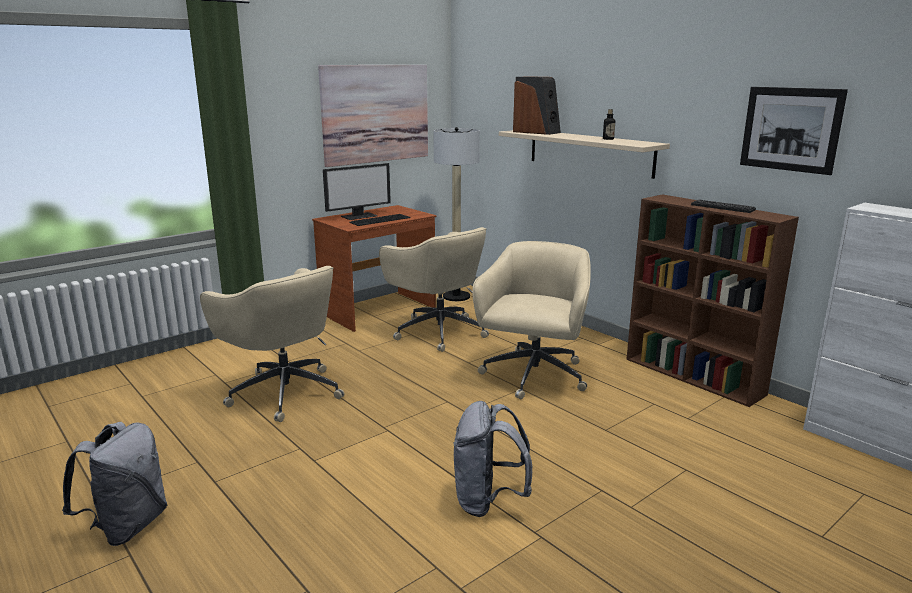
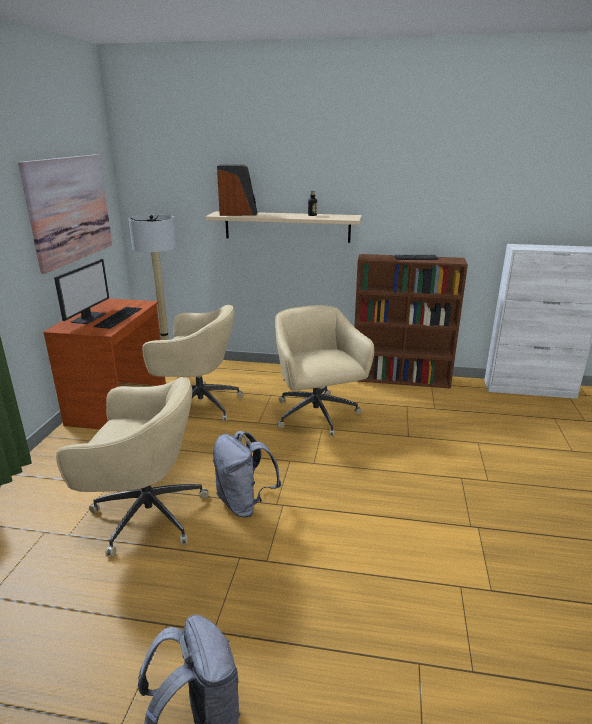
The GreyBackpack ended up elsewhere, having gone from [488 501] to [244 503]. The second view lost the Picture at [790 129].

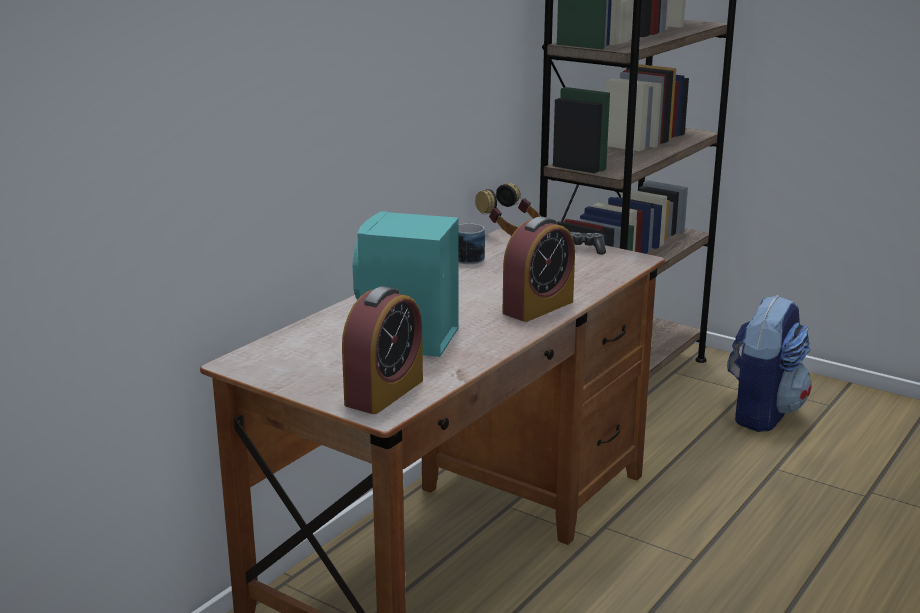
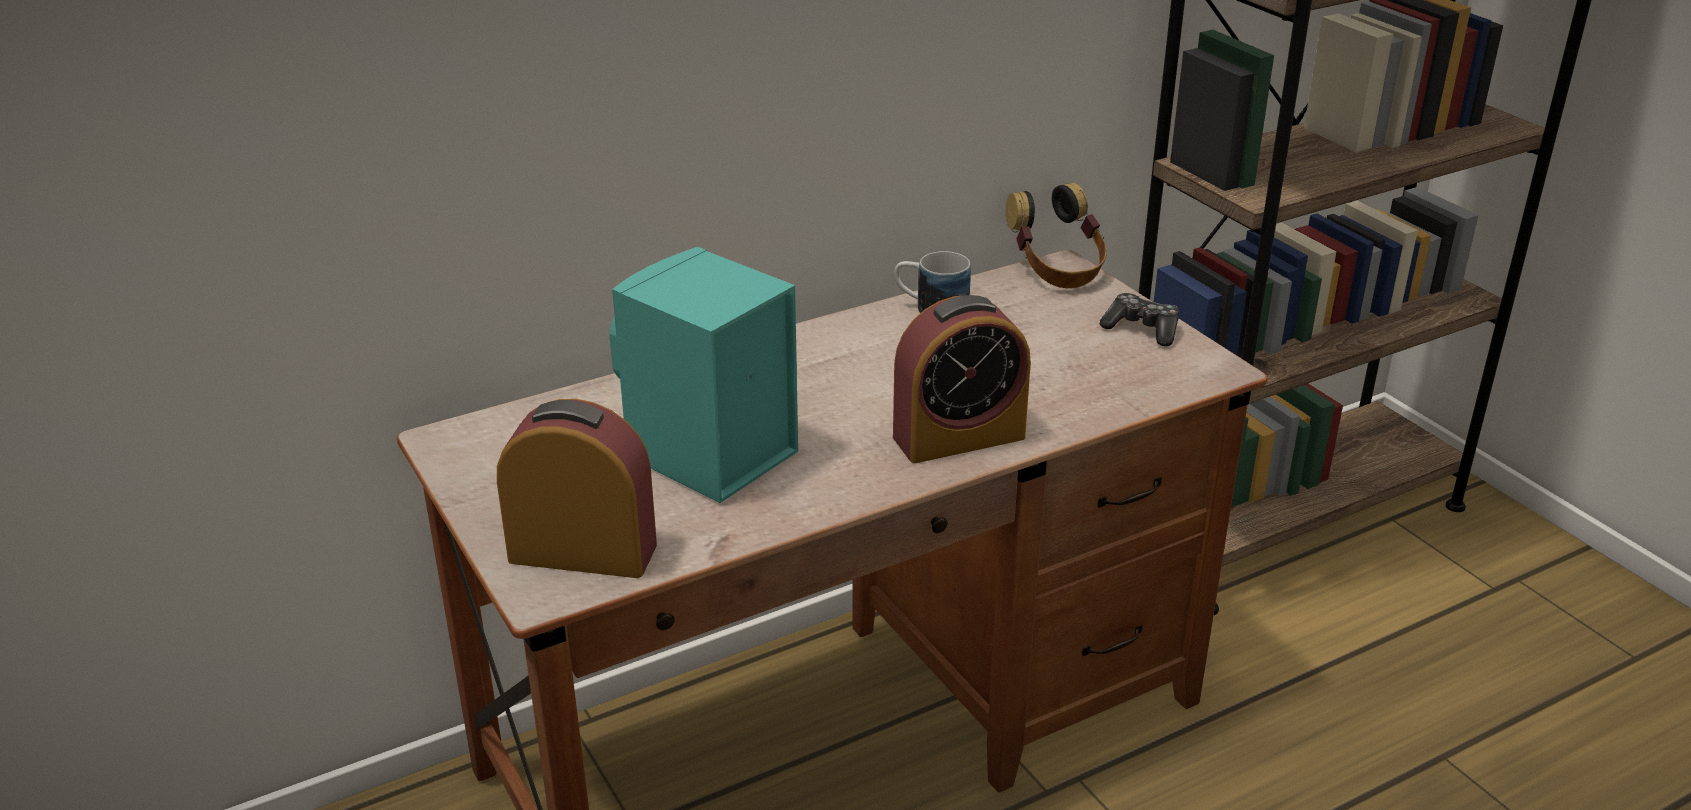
The AlarmClock at [384 392] ended up facing another way, 135 degrees counterclockwise from before. The second view lost the Backpack at [762 413].

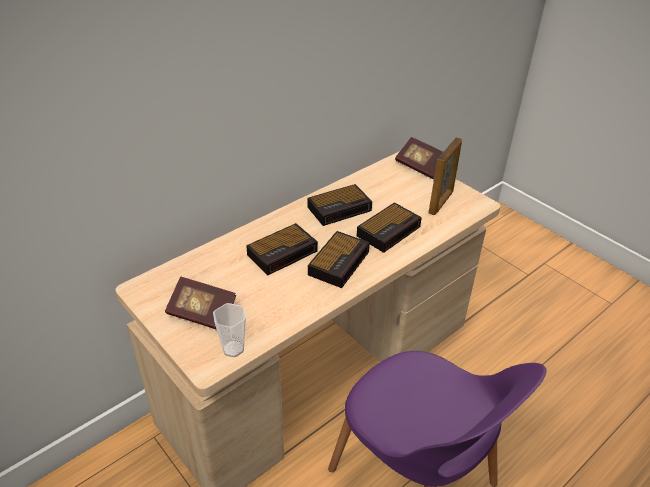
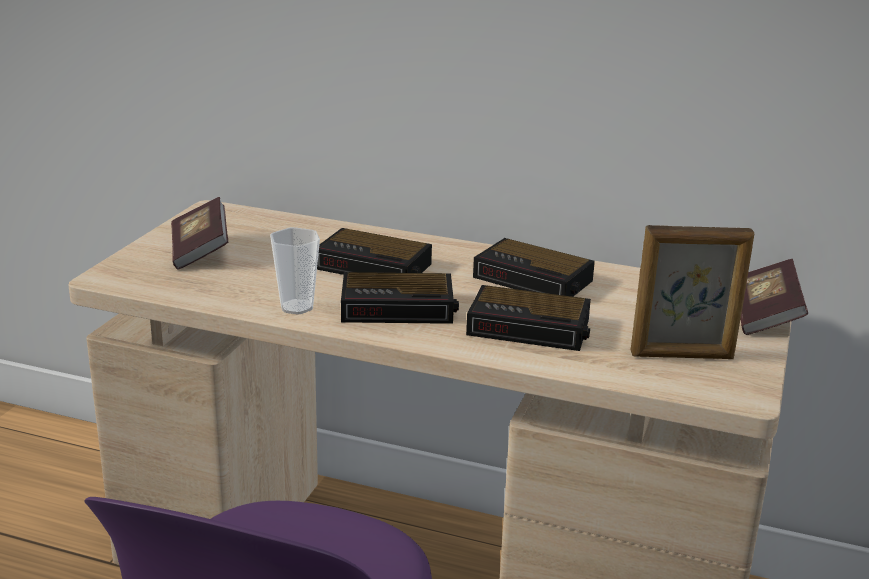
The Cup ended up elsewhere, having gone from [233 349] to [296 307].

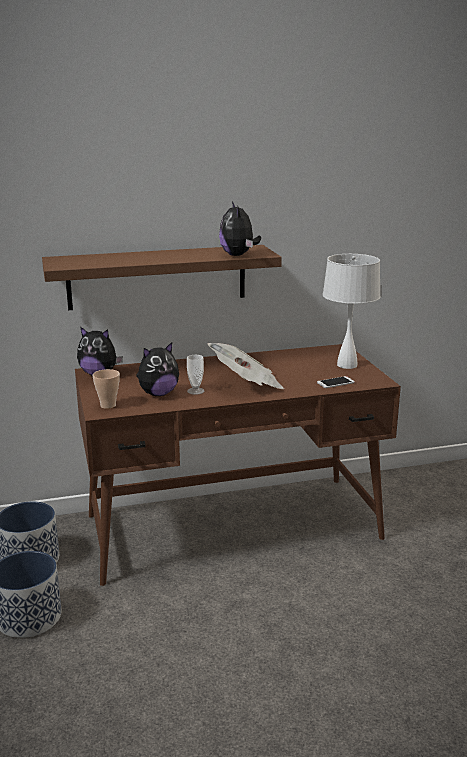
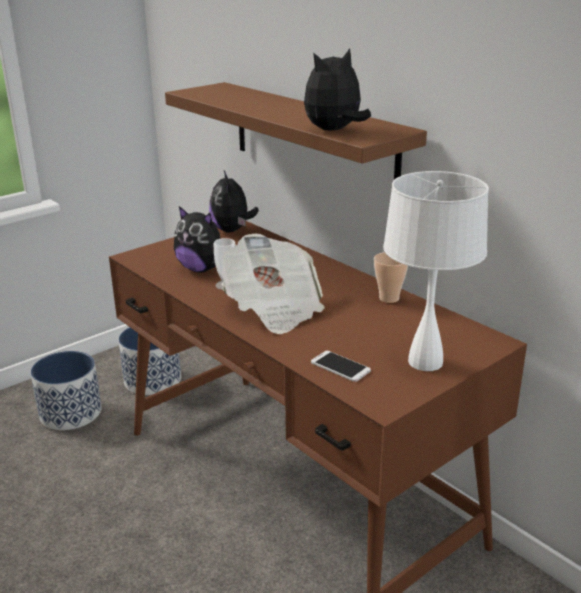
The Cup ended up elsewhere, having gone from [108 405] to [389 298].

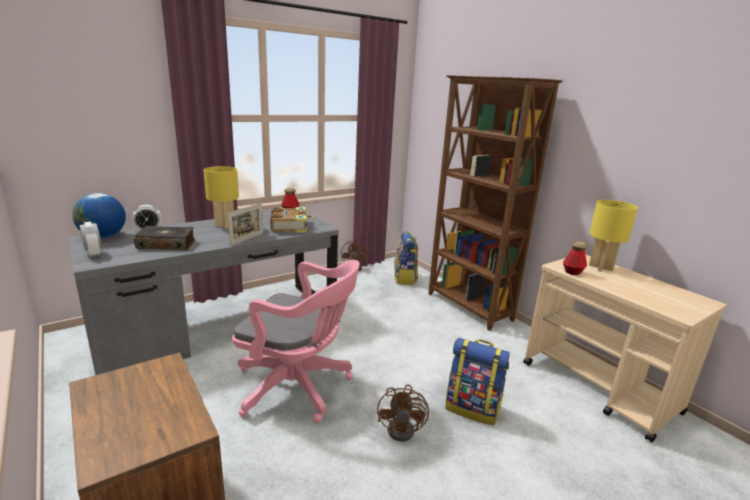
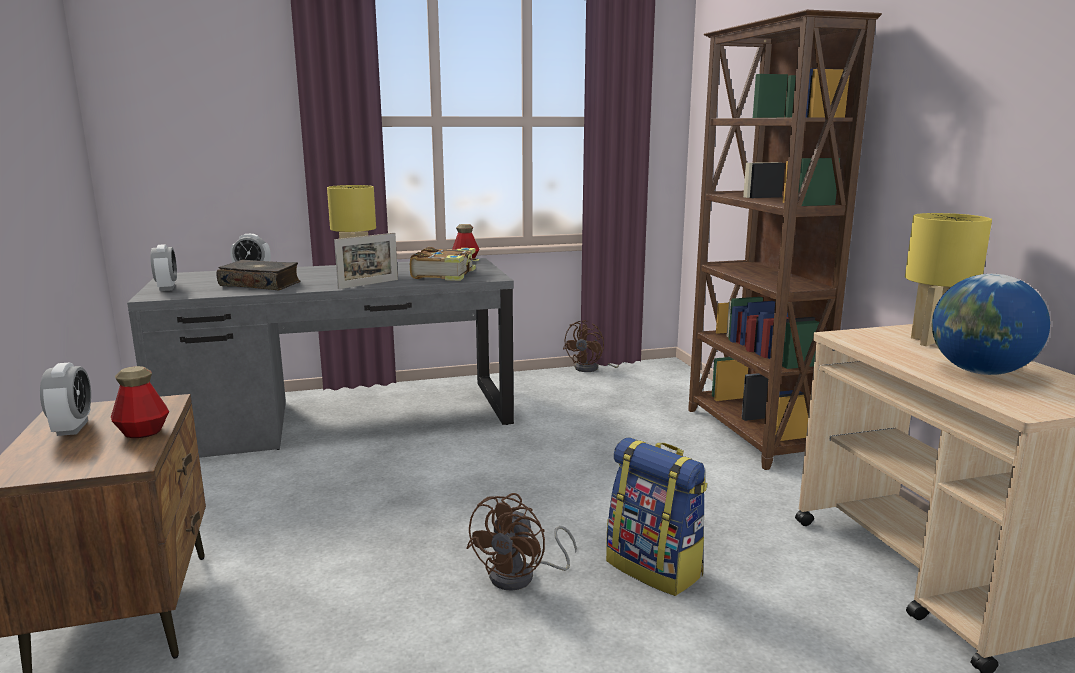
The Globe ended up elsewhere, having gone from [103 237] to [980 372]. The second view lost the PinkOfficeChair at [298 387]. The second view lost the Backpack at [405 278]. The Bottle ended up elsewhere, having gone from [573 272] to [143 432]. The second view gained the AlarmClock at [72 428].

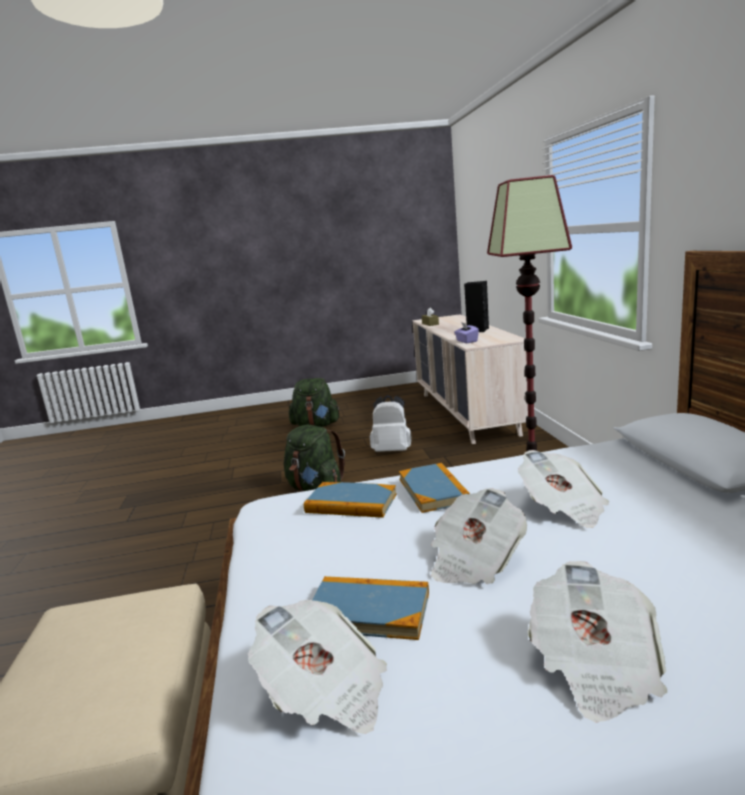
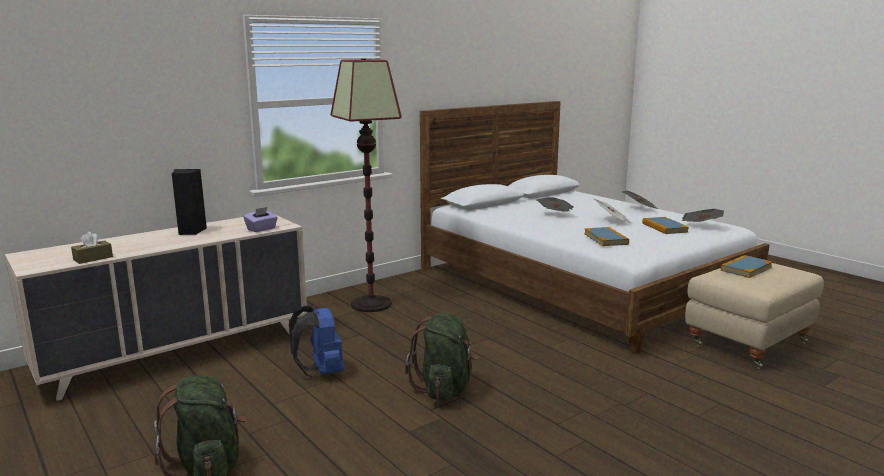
What was the WhiteBackpack at [392 451] turned into the BlueBackpack at [321 372]. The Book ended up elsewhere, having gone from [433 490] to [746 269].

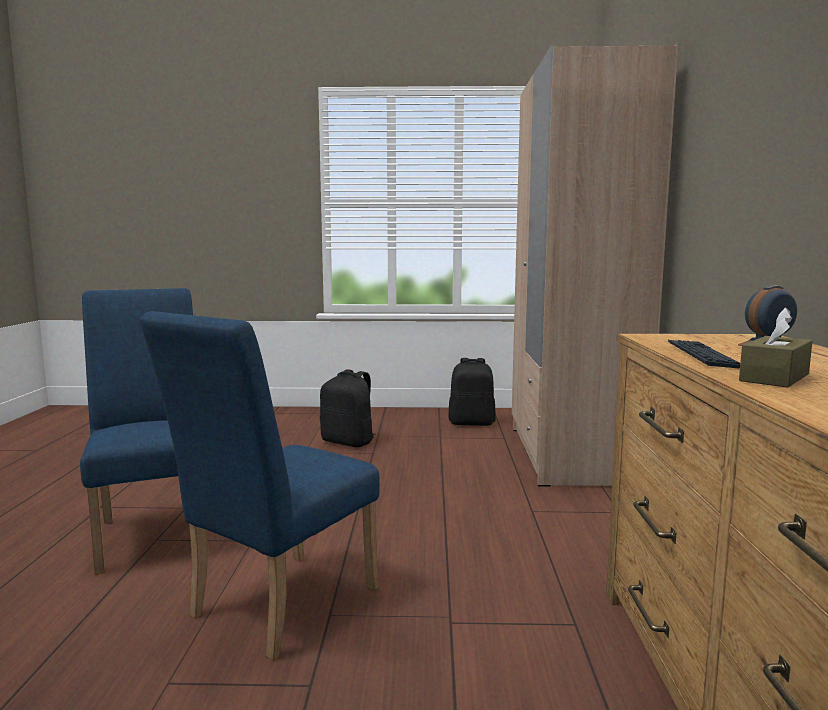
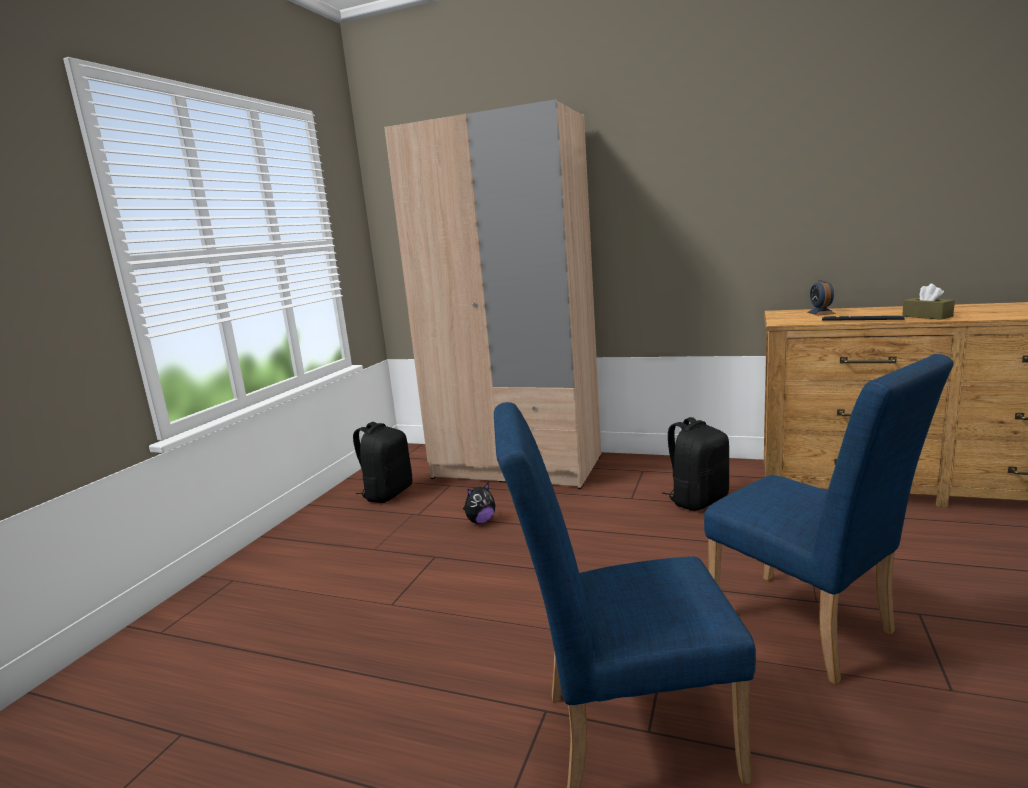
The BlackBackpack ended up elsewhere, having gone from [348 442] to [697 500]. The second view gained the PlushToy at [480 521].

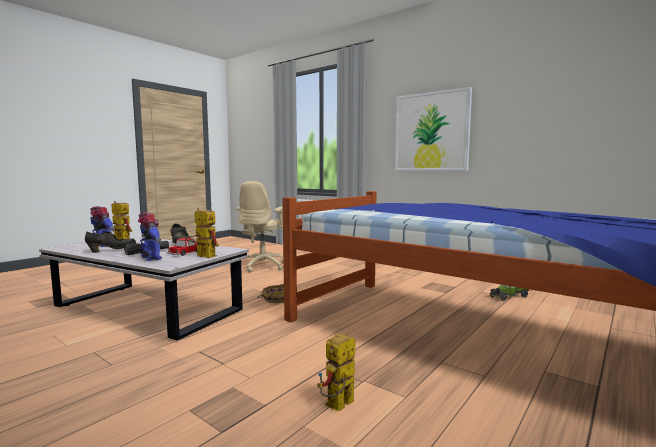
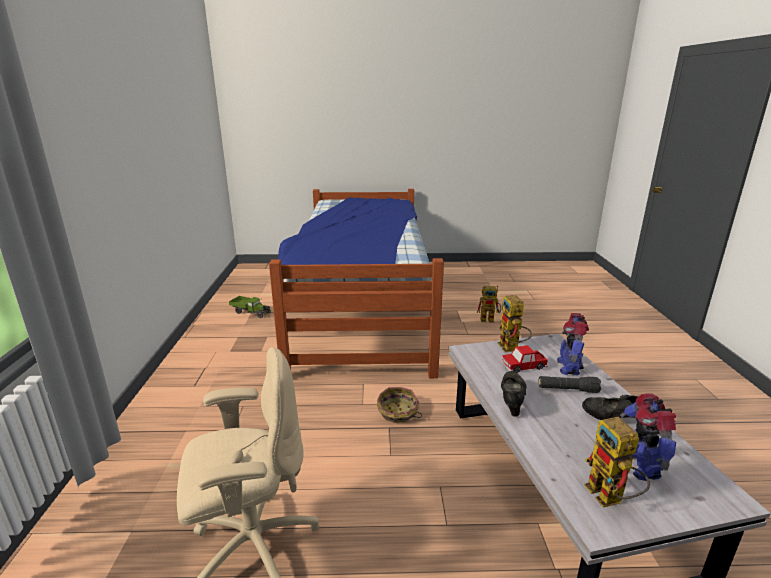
The second view lost the Picture at [431 132].

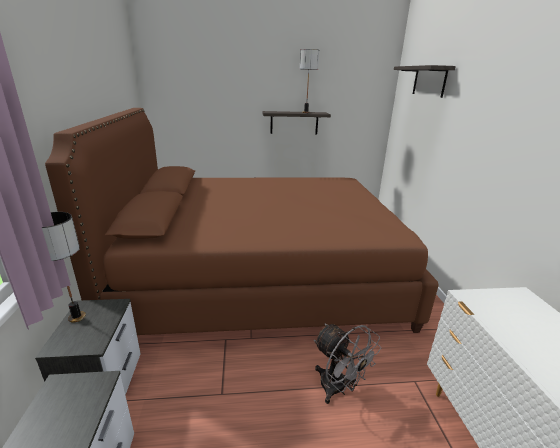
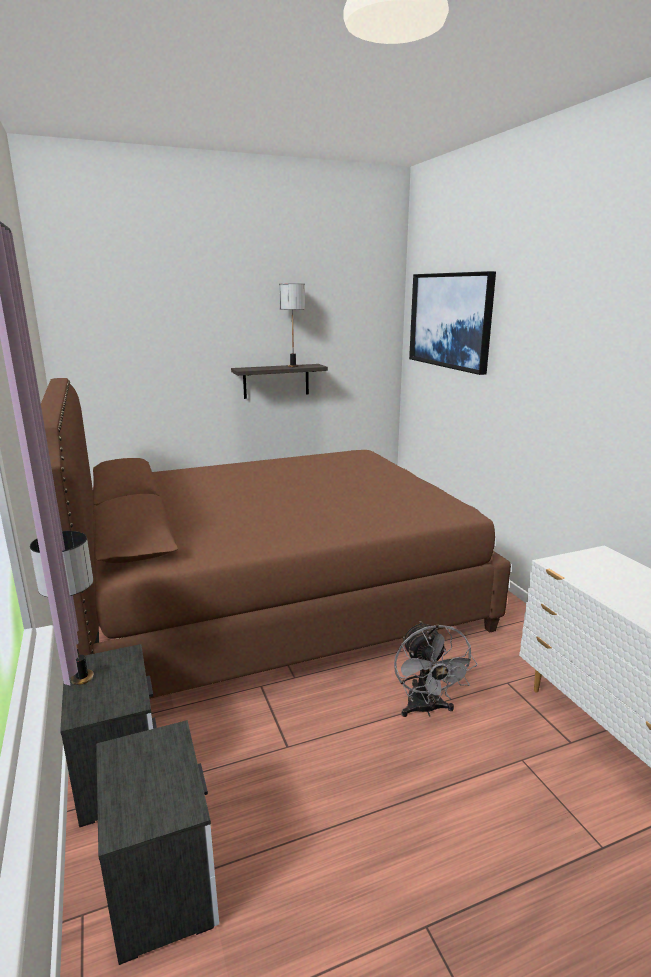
The GreyFan at [338 389] ended up facing another way, 45 degrees clockwise from before. Where the Shelf hung at [429 81], the Picture came to hang at [450 320].

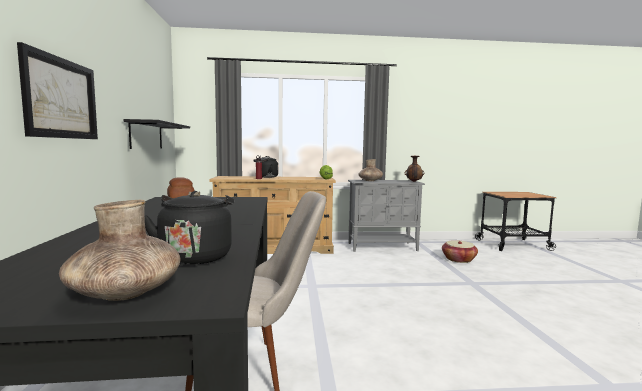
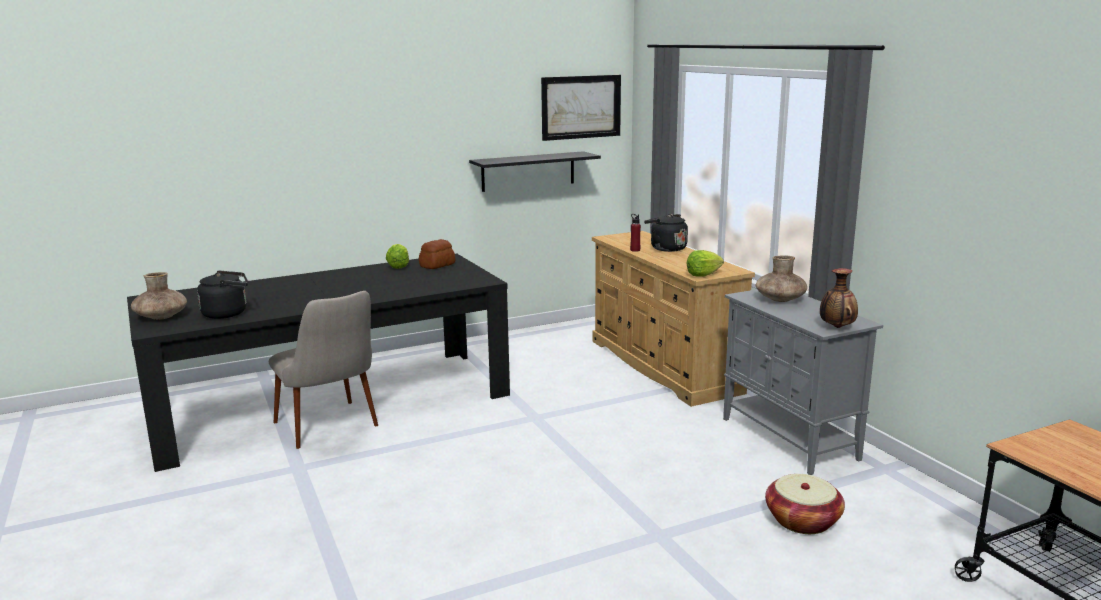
The Picture ended up elsewhere, having gone from [61 98] to [581 107]. The second view gained the Lettuce at [399 266].

